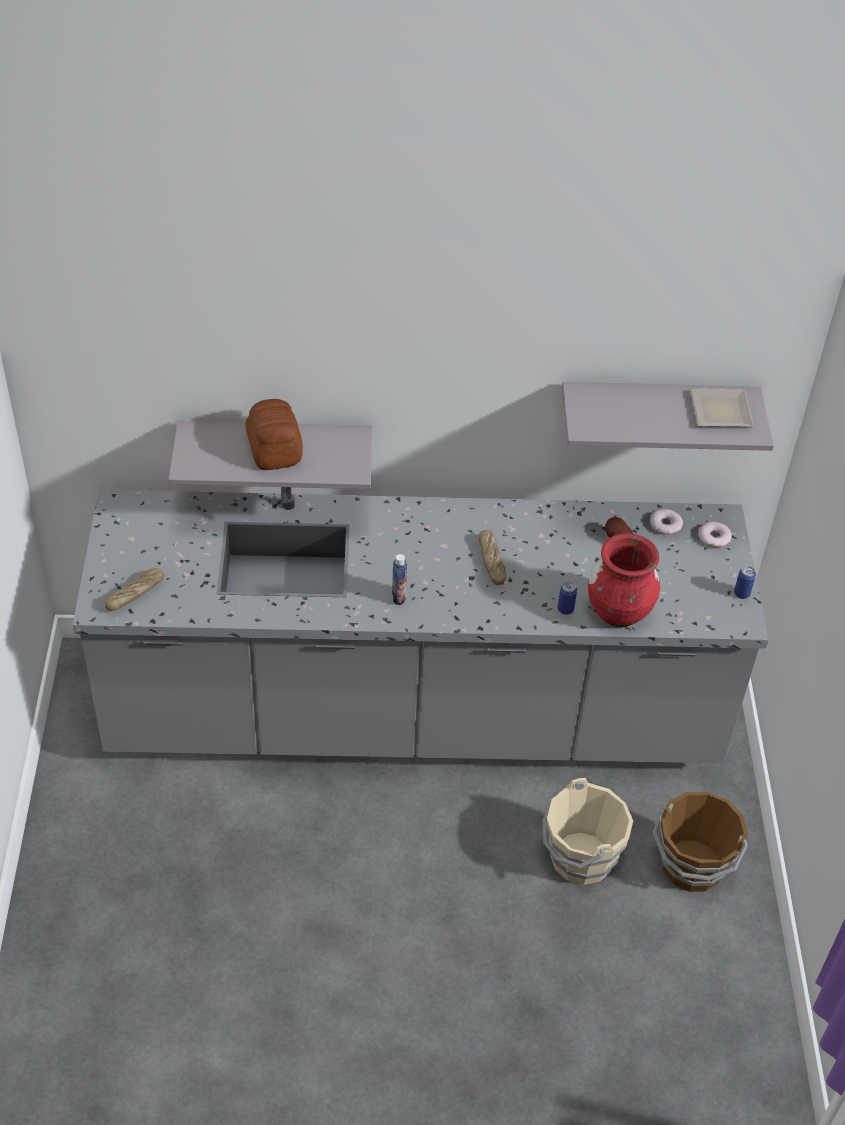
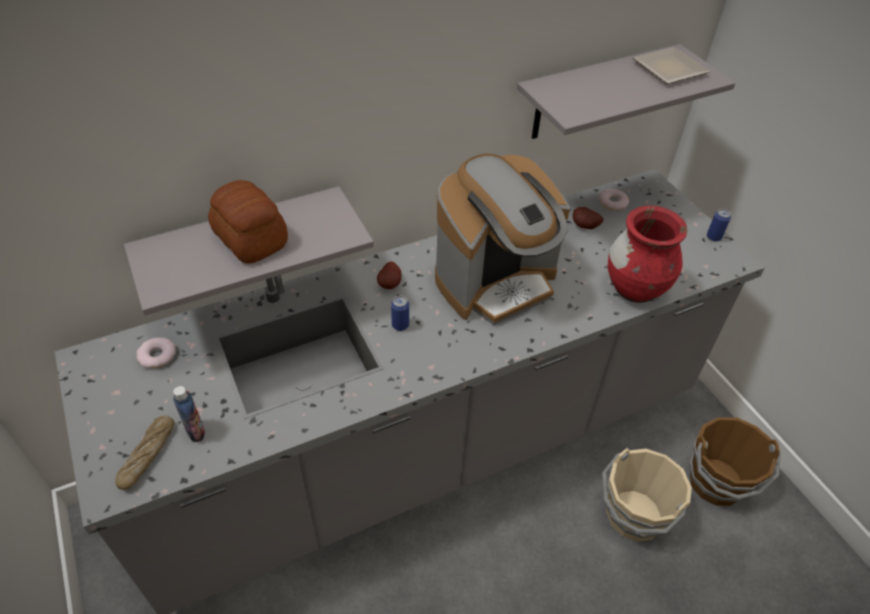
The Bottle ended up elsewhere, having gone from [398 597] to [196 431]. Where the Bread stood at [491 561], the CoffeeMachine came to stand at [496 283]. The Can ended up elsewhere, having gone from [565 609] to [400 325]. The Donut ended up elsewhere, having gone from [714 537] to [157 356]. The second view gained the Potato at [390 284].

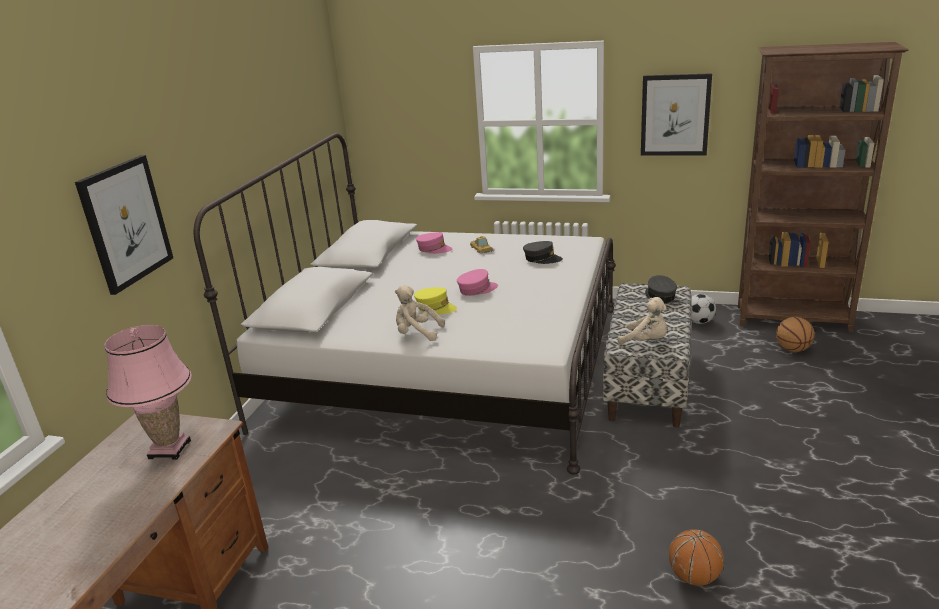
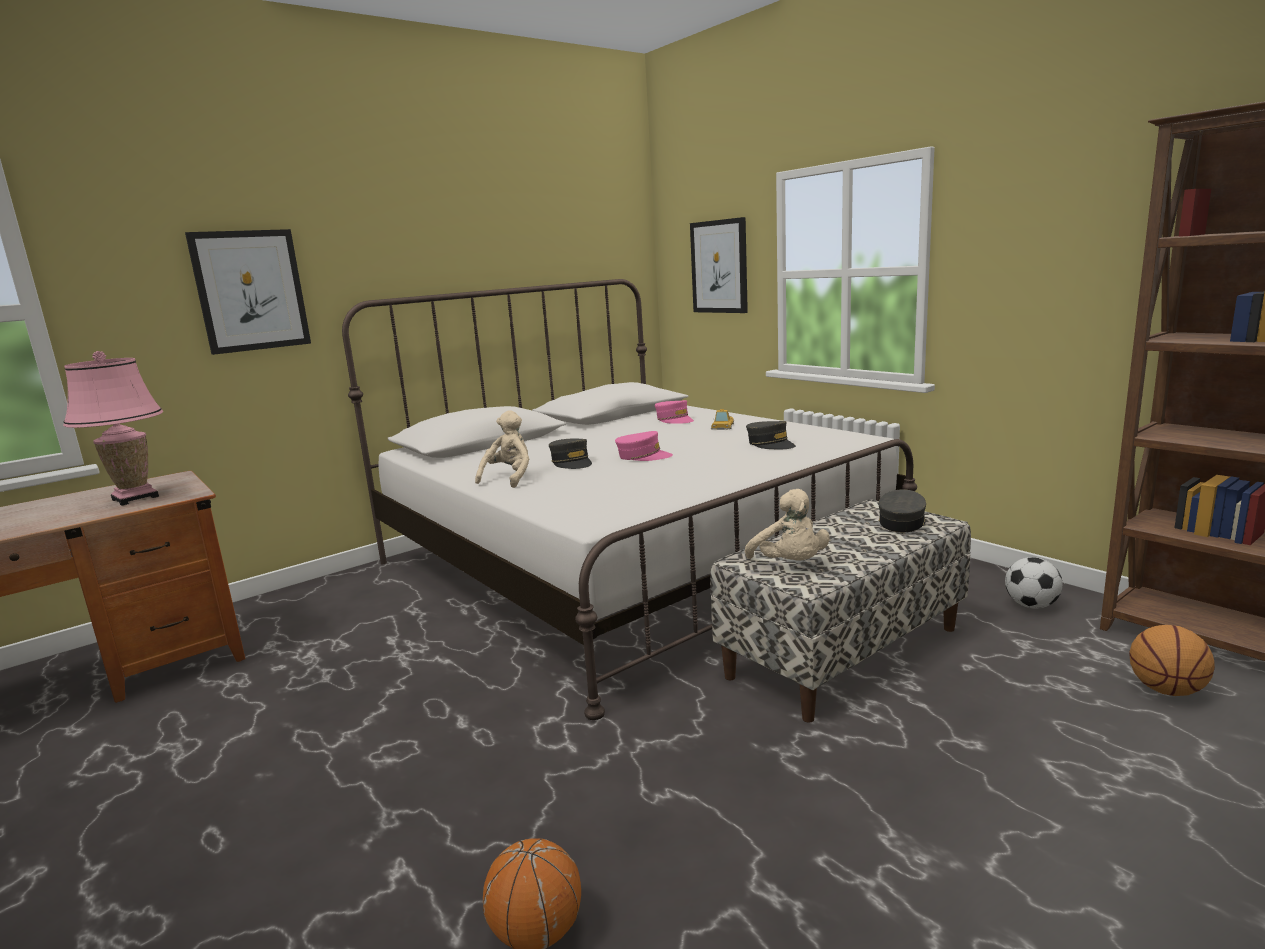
The BeigePlushToy at [417 333] ended up facing another way, 60 degrees clockwise from before. What was the YellowCap at [435 307] turned into the GreyCap at [571 462]. The Picture ended up elsewhere, having gone from [675 115] to [719 267].

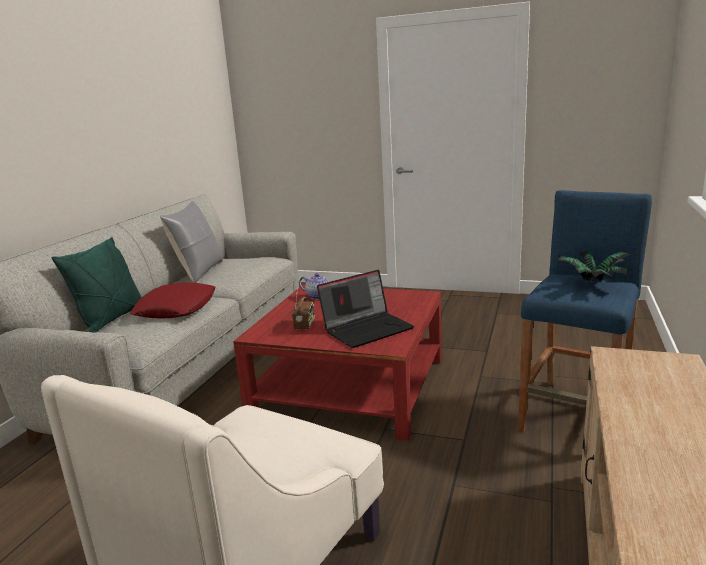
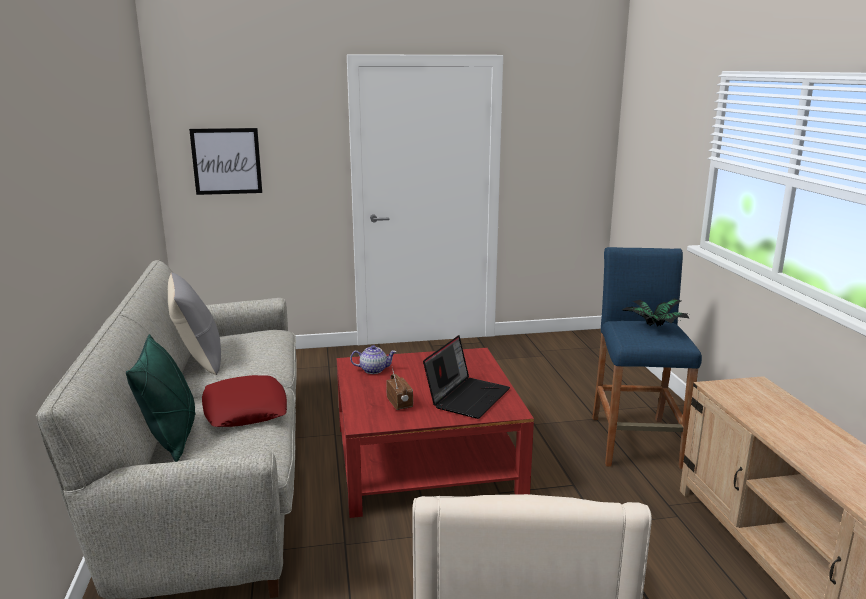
The second view gained the Picture at [226 161].

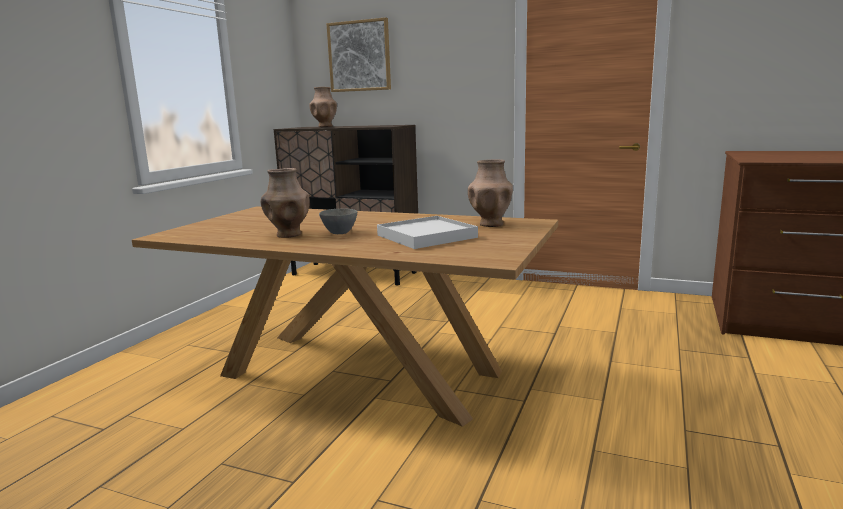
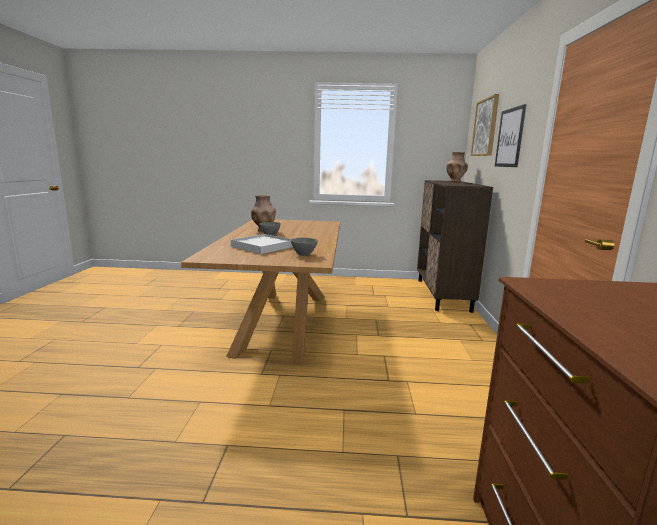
Where the BrownVase stood at [491 224], the GreyBowl came to stand at [304 255]. The second view gained the Picture at [510 138].

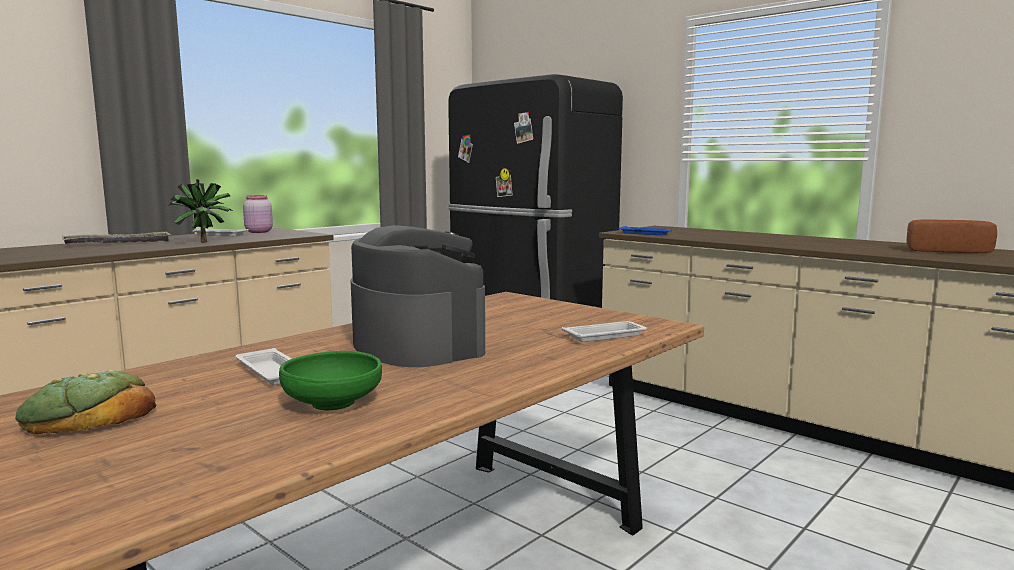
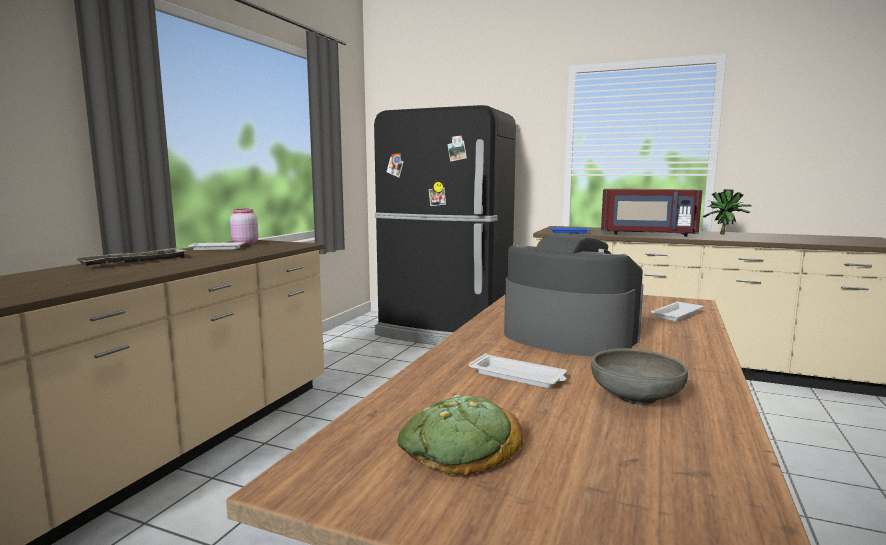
The PottedPlant ended up elsewhere, having gone from [204 242] to [725 234]. What was the GreenBowl at [332 403] turned into the GreyBowl at [635 397]. The second view lost the Bread at [945 250]. The second view gained the RedMicrowave at [647 234].

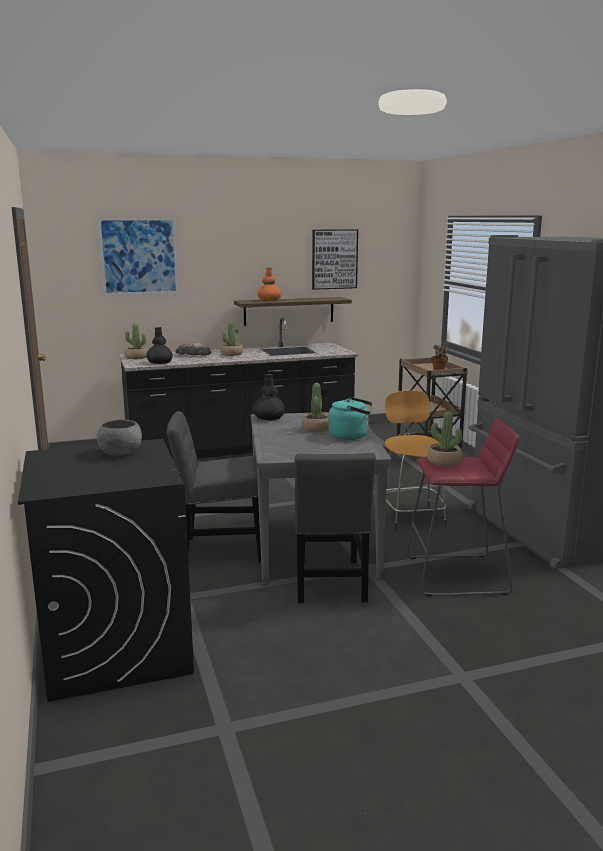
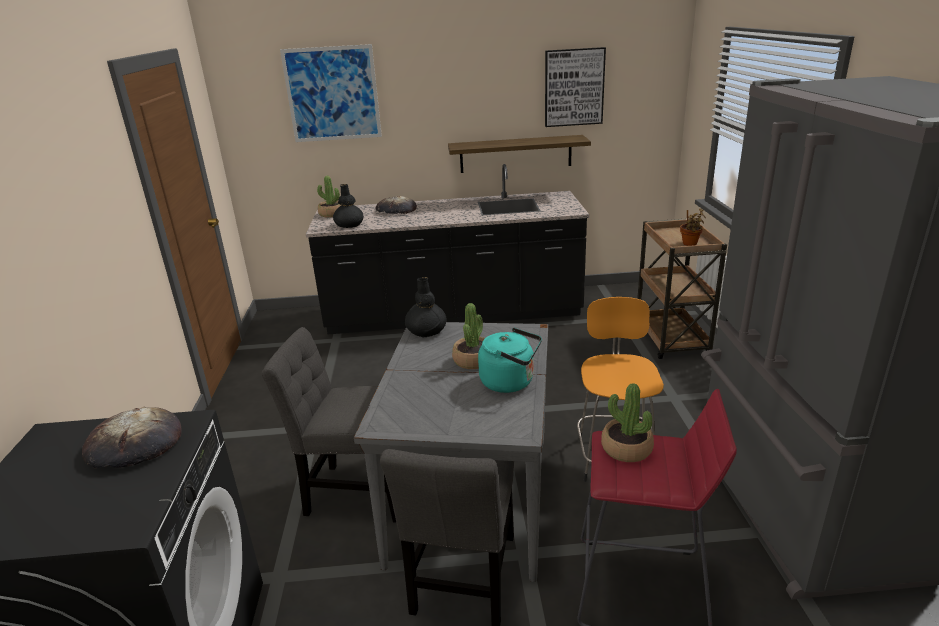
Where the GreyBowl stood at [120 453], the Bread came to stand at [134 444]. The second view lost the PottedPlant at [231 354]. The second view lost the OrangeVase at [269 300].

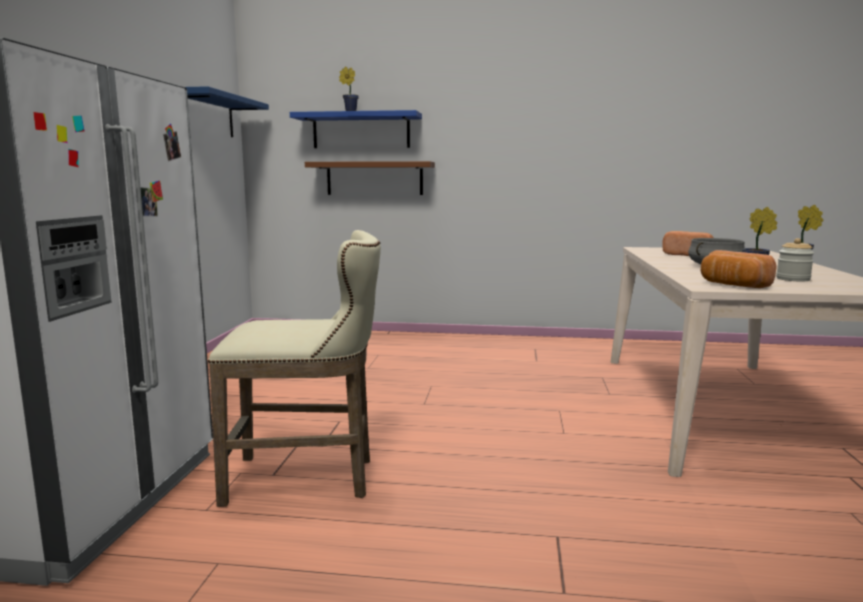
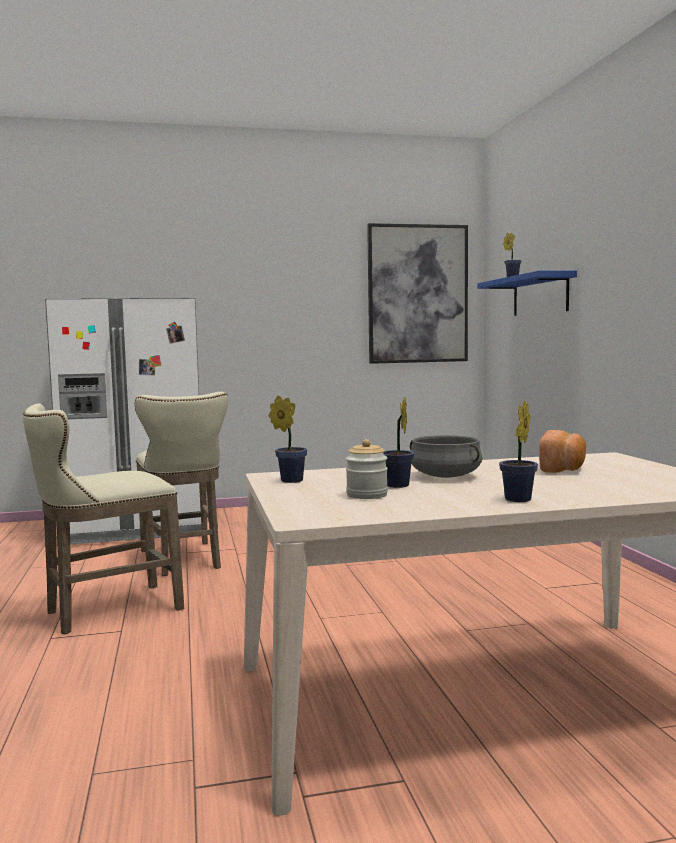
Where the BlueShelf hung at [206 115], the Picture came to hang at [417 294]. The second view lost the BrownShelf at [374 178]. Where the Bread stood at [732 285], the PottedPlant came to stand at [289 480]. The second view gained the BeigeStool at [106 611].

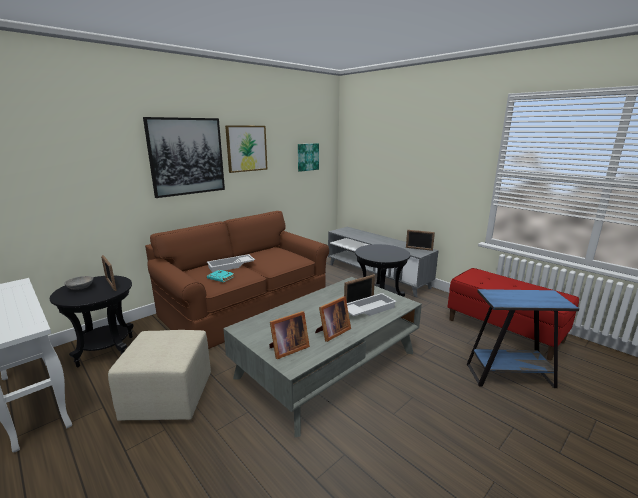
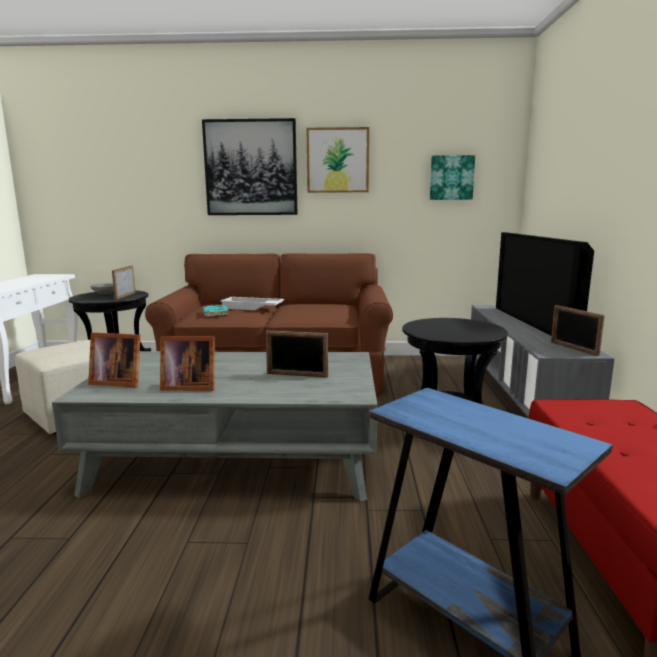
The second view lost the WhiteTray at [368 309]. The second view gained the Television at [536 323].

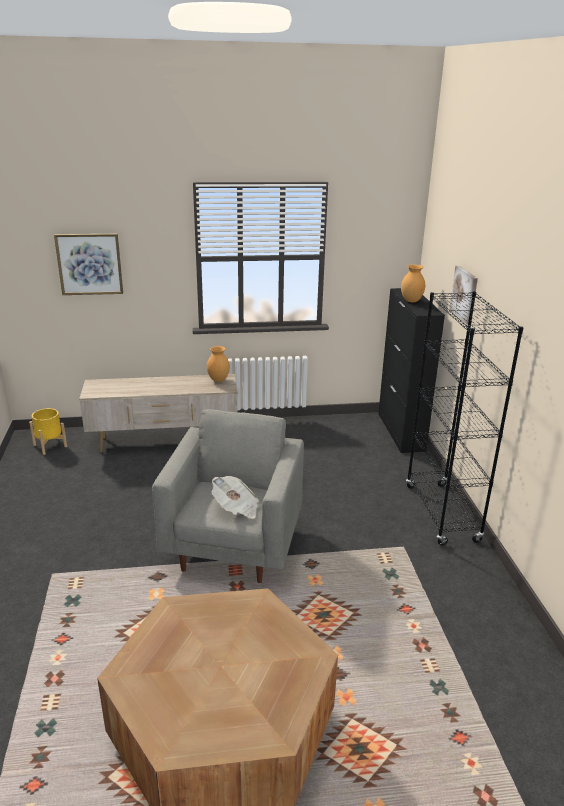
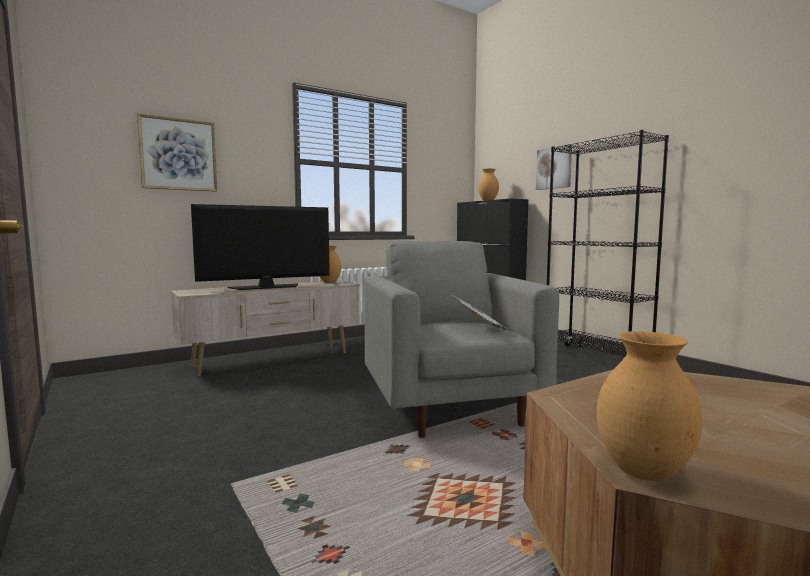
The second view lost the YellowPlanter at [50 445]. The second view gained the Television at [266 287]. The second view gained the BrownVase at [641 472].

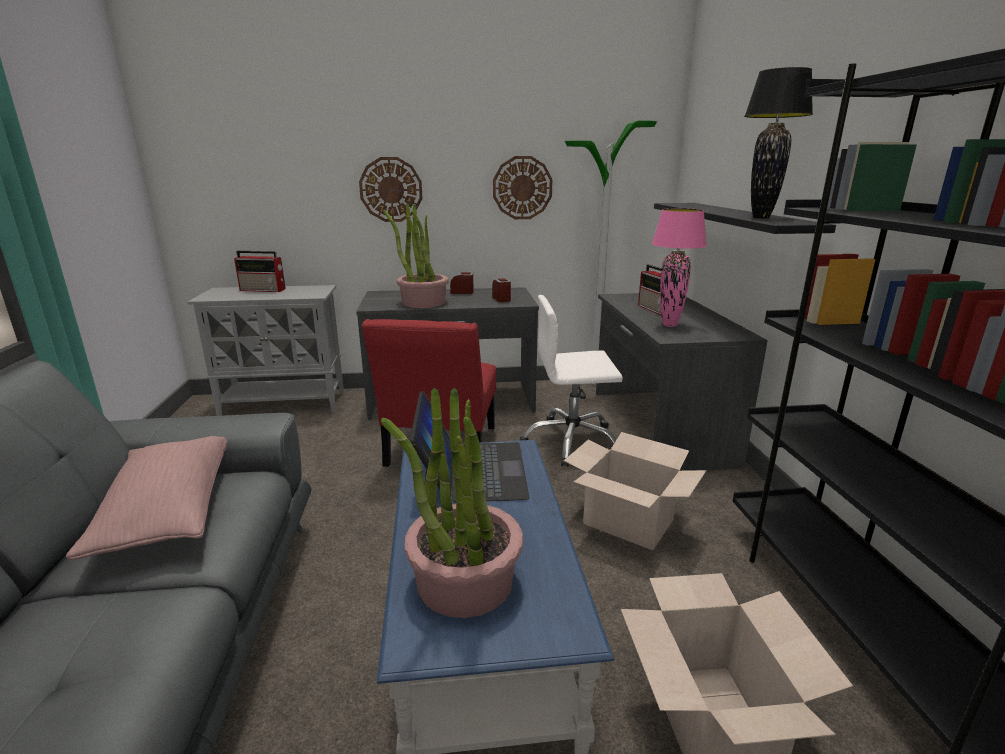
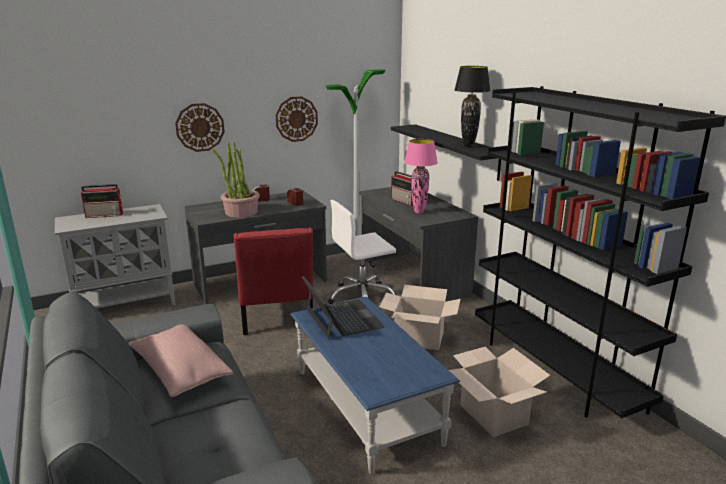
The second view lost the PottedPlant at [464 582].

